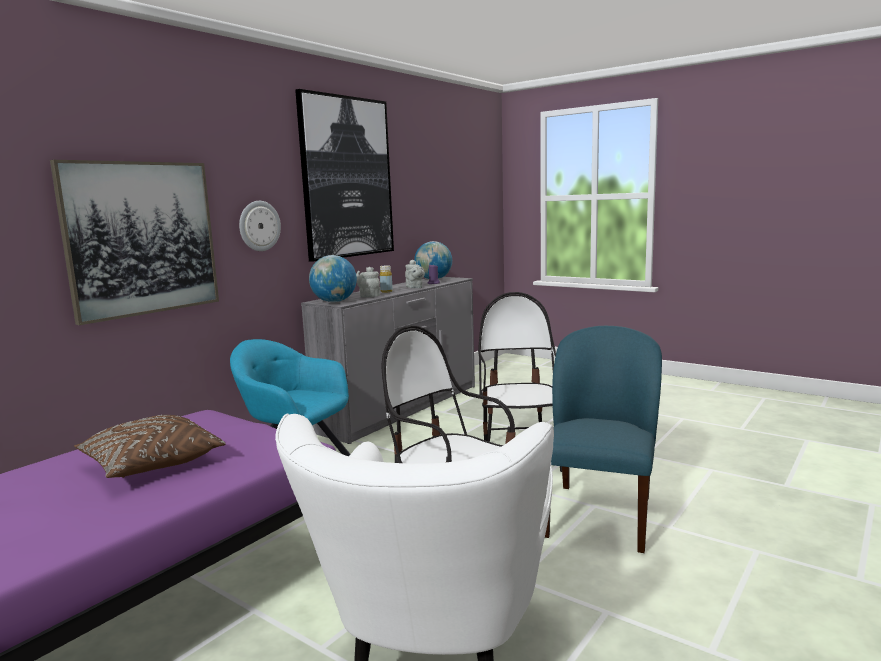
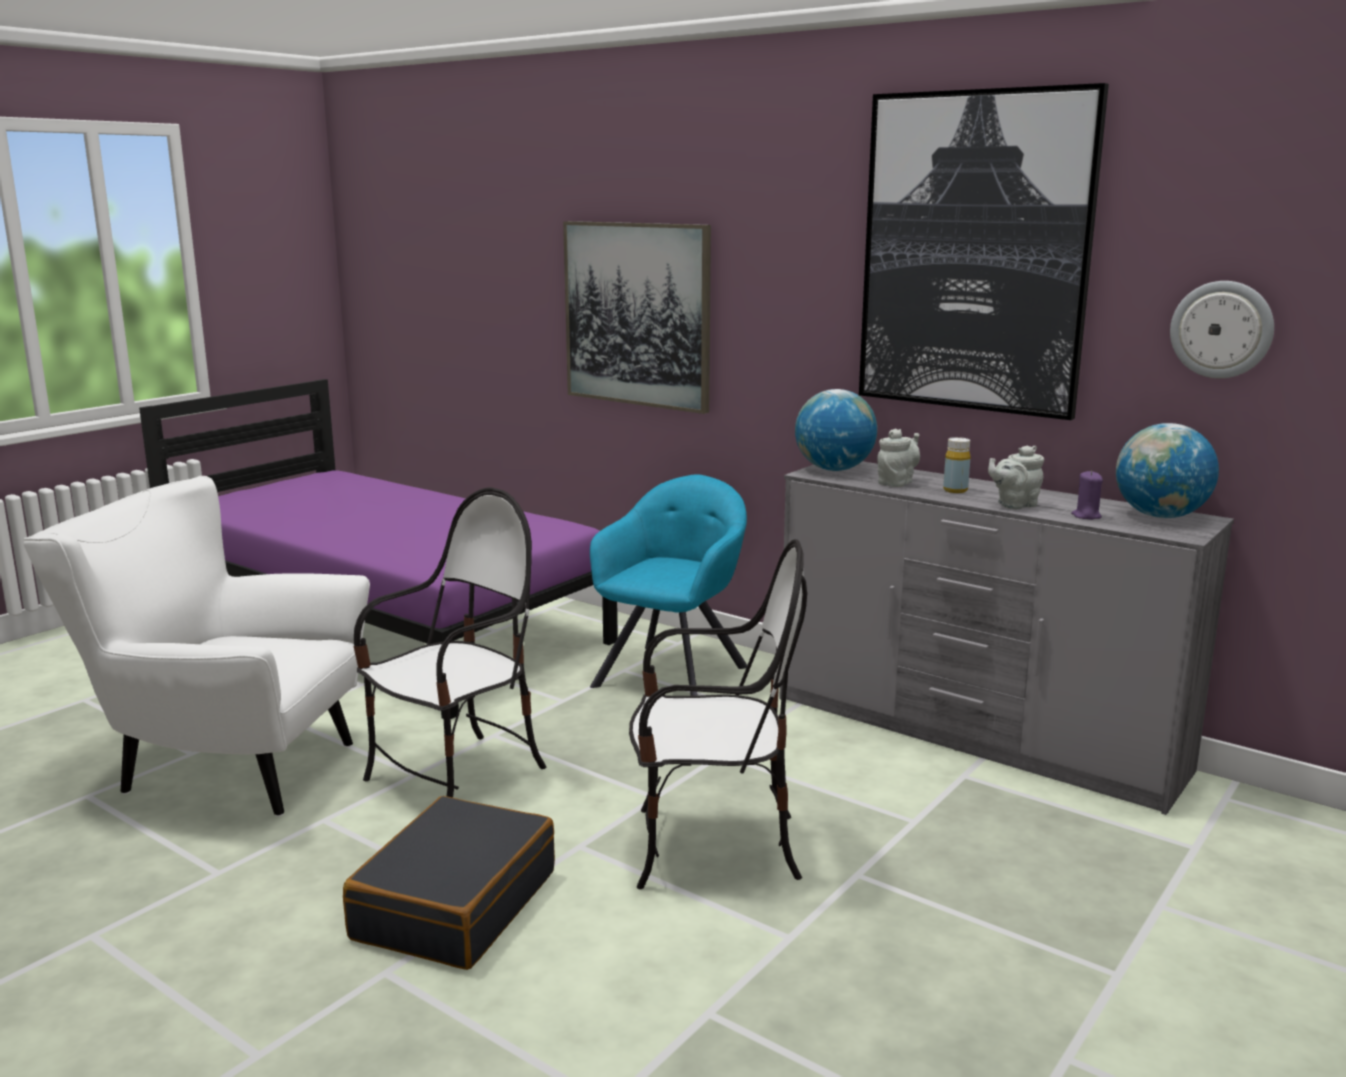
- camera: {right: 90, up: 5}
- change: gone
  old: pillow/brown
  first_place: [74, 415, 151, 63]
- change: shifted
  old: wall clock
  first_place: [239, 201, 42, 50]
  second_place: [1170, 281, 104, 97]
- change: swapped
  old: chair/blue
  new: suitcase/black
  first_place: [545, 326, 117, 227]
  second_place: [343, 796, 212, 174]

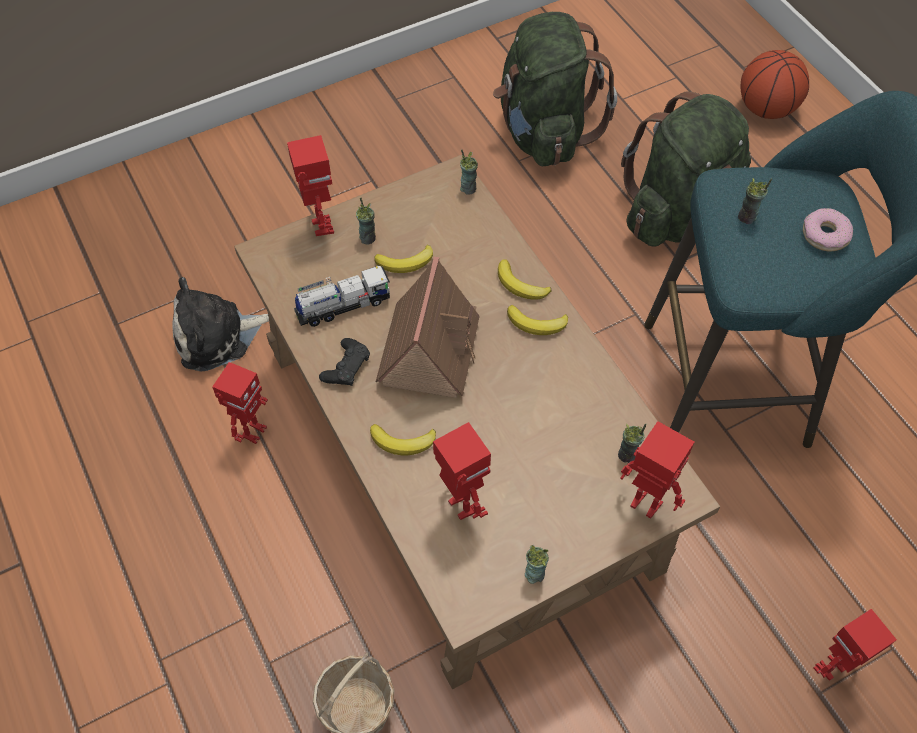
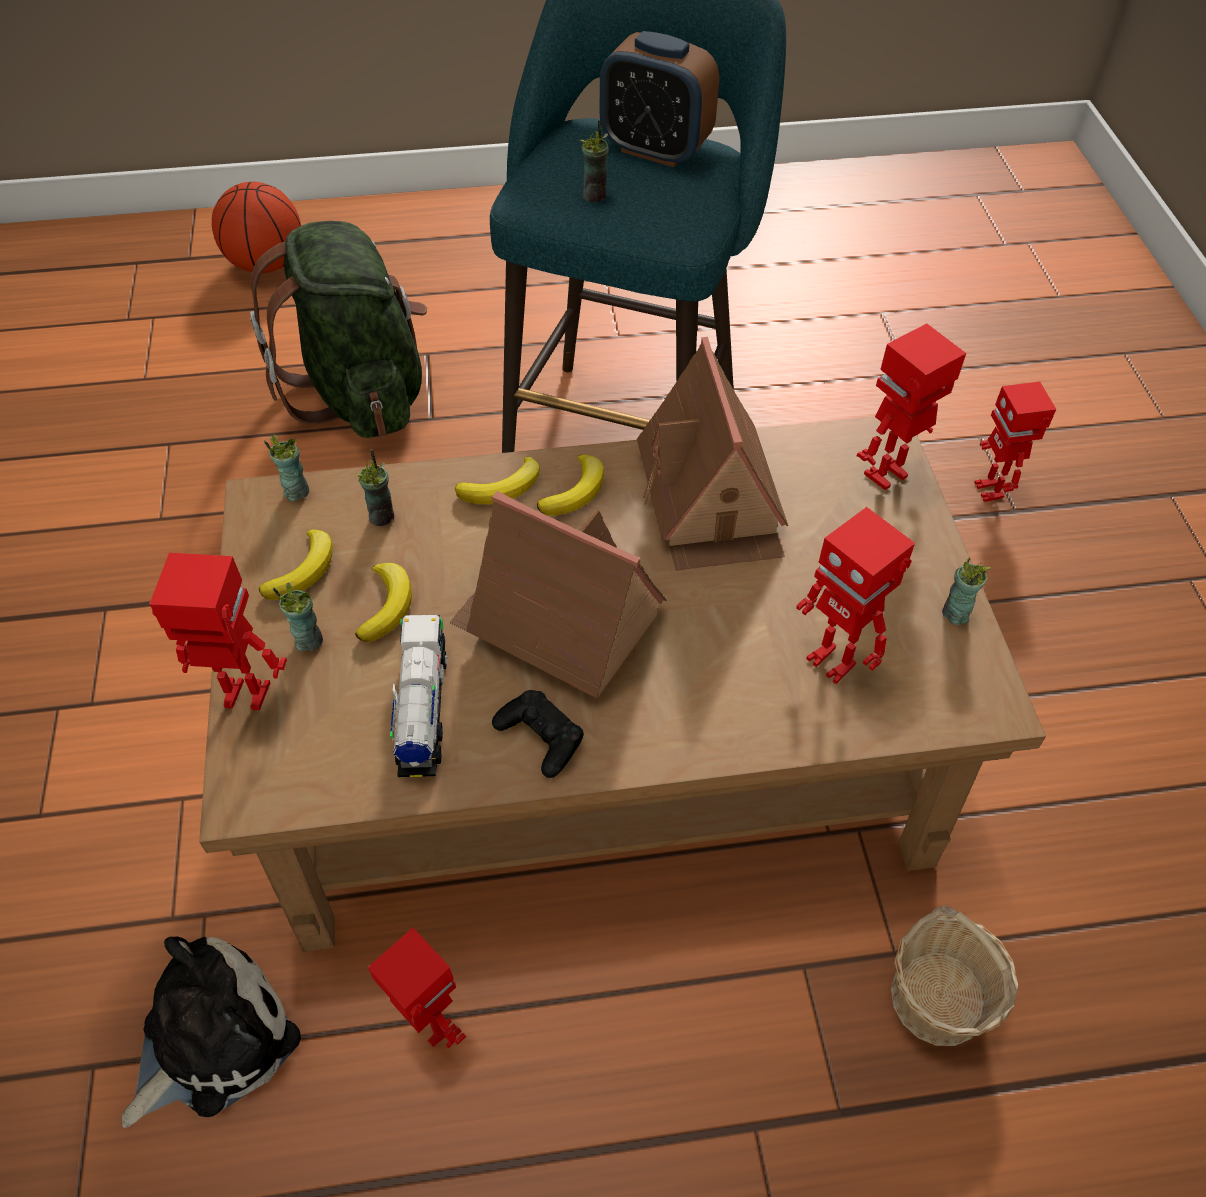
- camera: {right: -70, up: -5}
- change: gone
  old: backpack/green
  first_place: [493, 12, 124, 155]
- change: new
  new: toy house
  second_place: [637, 337, 151, 234]
- change: shifted
  old: banana
  first_place: [370, 424, 66, 31]
  second_place: [259, 529, 74, 71]
- change: shifted
  old: cup
  first_place: [618, 423, 28, 40]
  second_place: [355, 450, 39, 76]
- change: swapped
  old: donut
  new: alarm clock
  first_place: [803, 208, 50, 43]
  second_place: [600, 31, 119, 136]
- change: rotated
  old: plush toy
  first_place: [172, 277, 97, 95]
  second_place: [122, 936, 179, 192]
  degrees: -135
- change: rotated
  old: toy robot
  first_place: [433, 422, 58, 98]
  second_place: [796, 507, 119, 177]
  degrees: -120

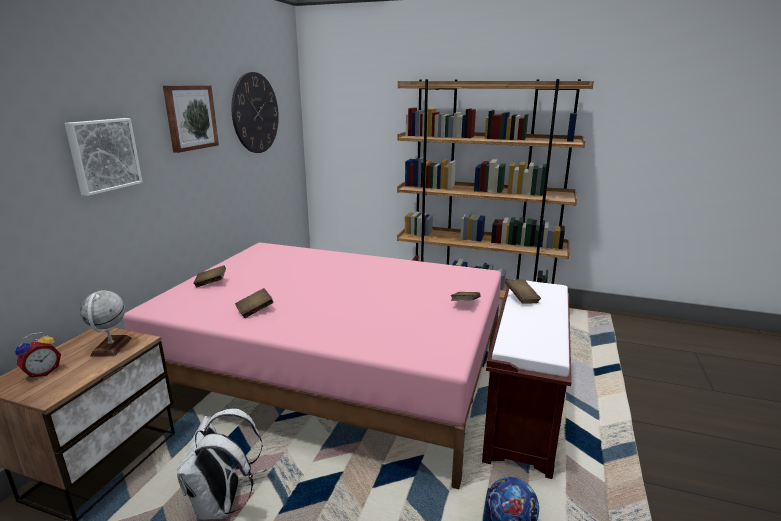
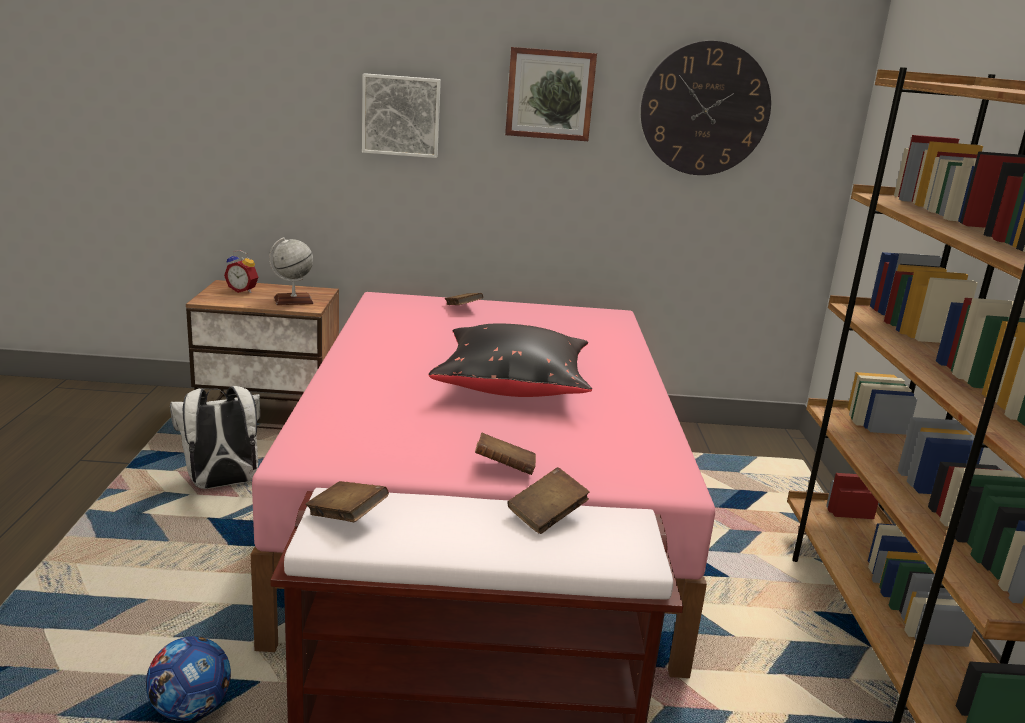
- camera: {right: 70, up: 0}
- change: new
  new: pillow/black
  second_place: [428, 324, 164, 73]
- change: shifted
  old: book/brown
  first_place: [235, 288, 39, 30]
  second_place: [306, 481, 83, 41]

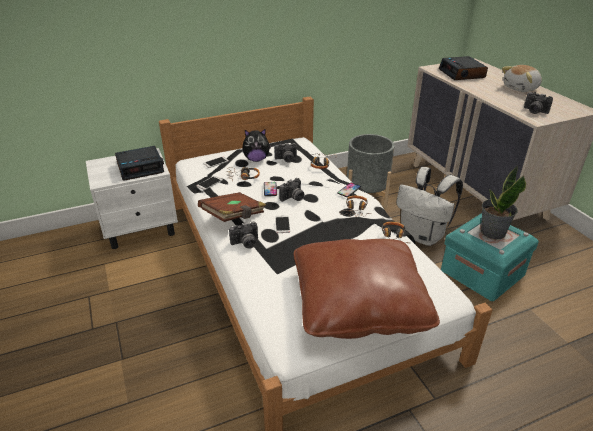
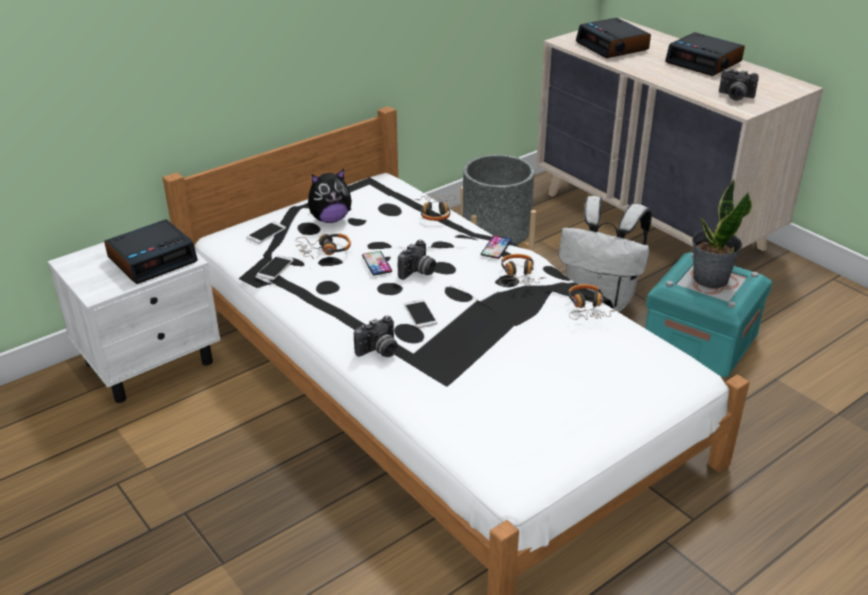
- camera: {right: -15, up: 0}
- change: gone
  old: book/brown
  first_place: [198, 192, 68, 30]
- change: gone
  old: photo camera
  first_place: [274, 143, 23, 20]
- change: gone
  old: pillow/brown
  first_place: [294, 239, 146, 100]
- change: swapped
  old: plush toy
  new: alarm clock
  first_place: [502, 65, 40, 27]
  second_place: [665, 32, 80, 44]

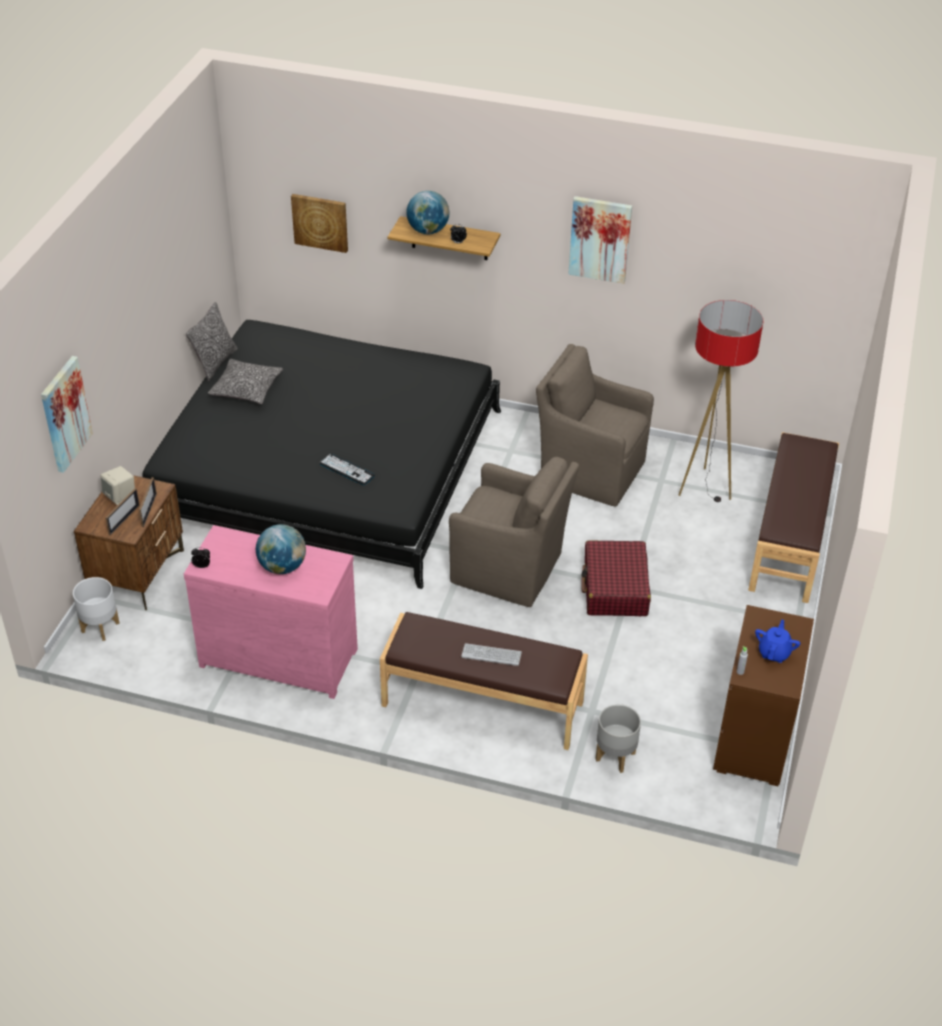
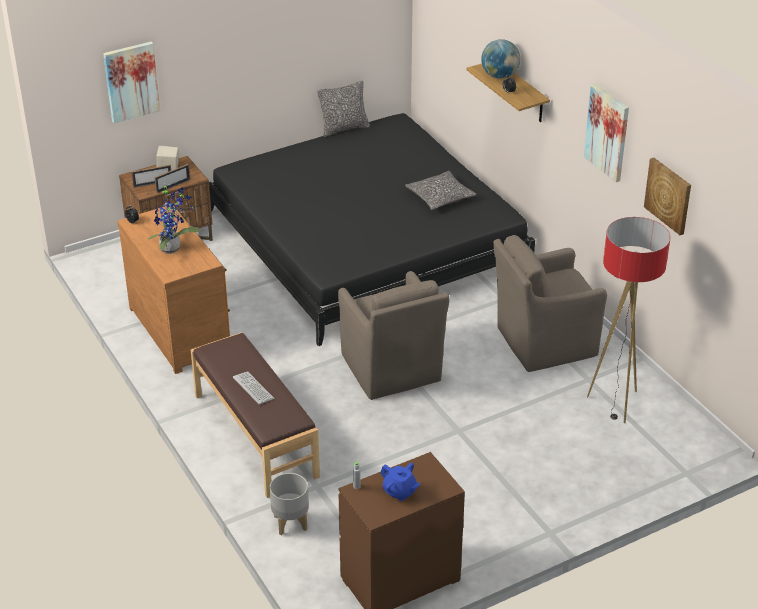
- camera: {right: 45, up: -5}
- change: gone
  old: planter/white
  first_place: [73, 577, 47, 64]
- change: gone
  old: keyboard
  first_place: [319, 454, 56, 31]
- change: gone
  old: suitcase/red
  first_place: [581, 540, 70, 76]
- change: gone
  old: bench/brown
  first_place: [748, 432, 91, 171]
- change: shifted
  old: pillow
  first_place: [208, 359, 75, 45]
  second_place: [405, 171, 72, 39]
- change: shifted
  old: picture
  first_place: [291, 194, 57, 59]
  second_place: [644, 158, 47, 77]
- change: swapped
  old: globe
  new: potted plant
  first_place: [256, 524, 50, 50]
  second_place: [148, 185, 52, 69]
- change: repainted
  old: dresser/pink
  new: dresser/brown
  first_place: [184, 525, 174, 174]
  second_place: [117, 205, 113, 169]
- change: rotated
  old: armchair/brown
  first_place: [536, 344, 118, 163]
  second_place: [493, 235, 114, 137]
  degrees: -90
- change: rotated
  old: teapot/blue
  first_place: [755, 619, 45, 44]
  second_place: [380, 463, 41, 38]
  degrees: 60

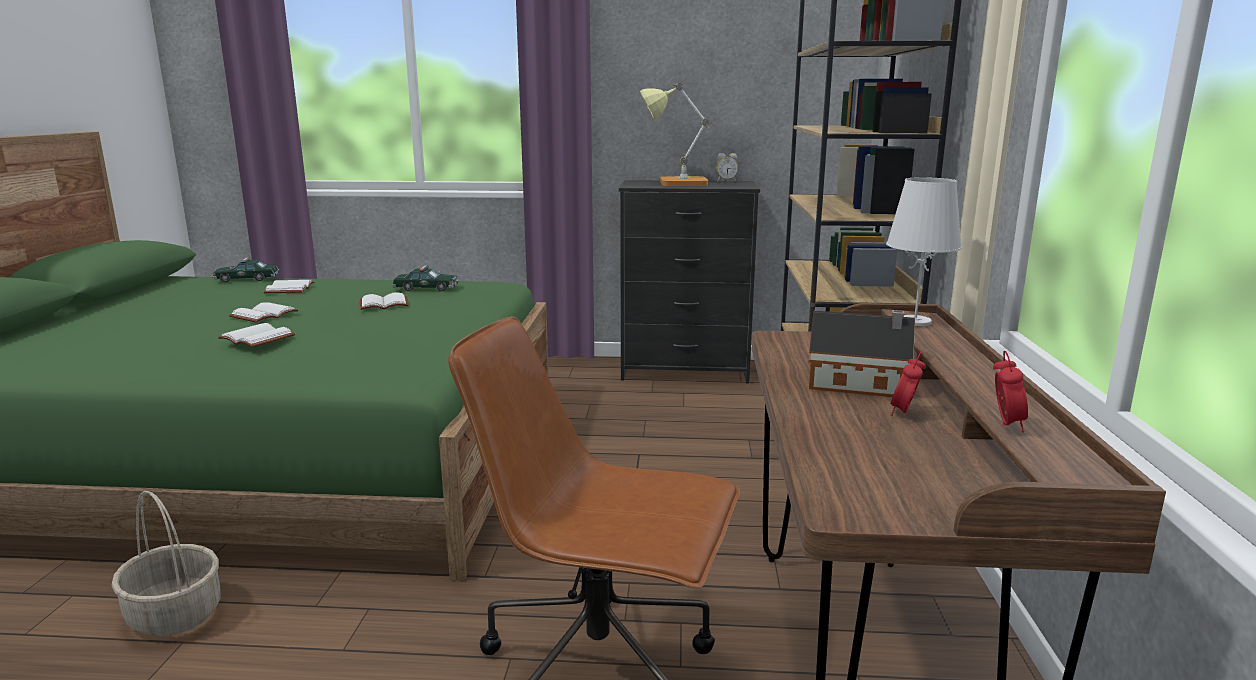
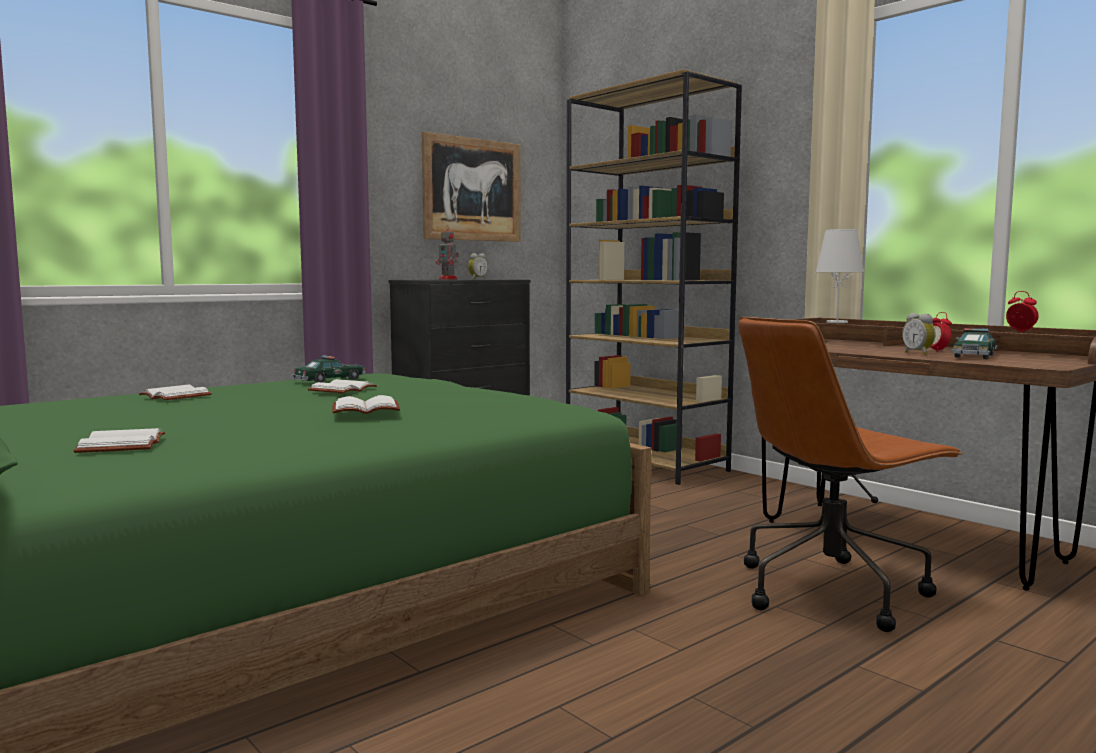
- camera: {right: -45, up: -10}
- change: gone
  old: basket
  first_place: [111, 491, 109, 145]
- change: gone
  old: toy house
  first_place: [809, 310, 106, 87]
- change: new
  new: picture
  second_place: [422, 132, 99, 110]
- change: new
  new: alarm clock
  second_place: [902, 313, 34, 42]
- change: shifted
  old: toy car
  first_place: [213, 257, 66, 26]
  second_place: [951, 328, 46, 31]
- change: shifted
  old: book/white
  first_place: [229, 302, 70, 21]
  second_place: [74, 428, 91, 25]
- change: swapped
  old: table lamp
  new: toy robot
  first_place: [640, 83, 70, 103]
  second_place: [436, 226, 23, 54]

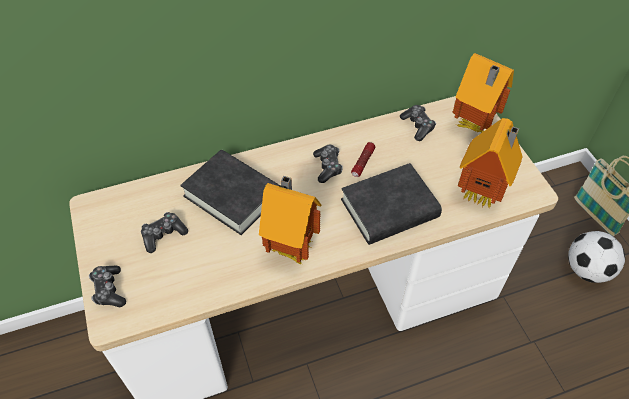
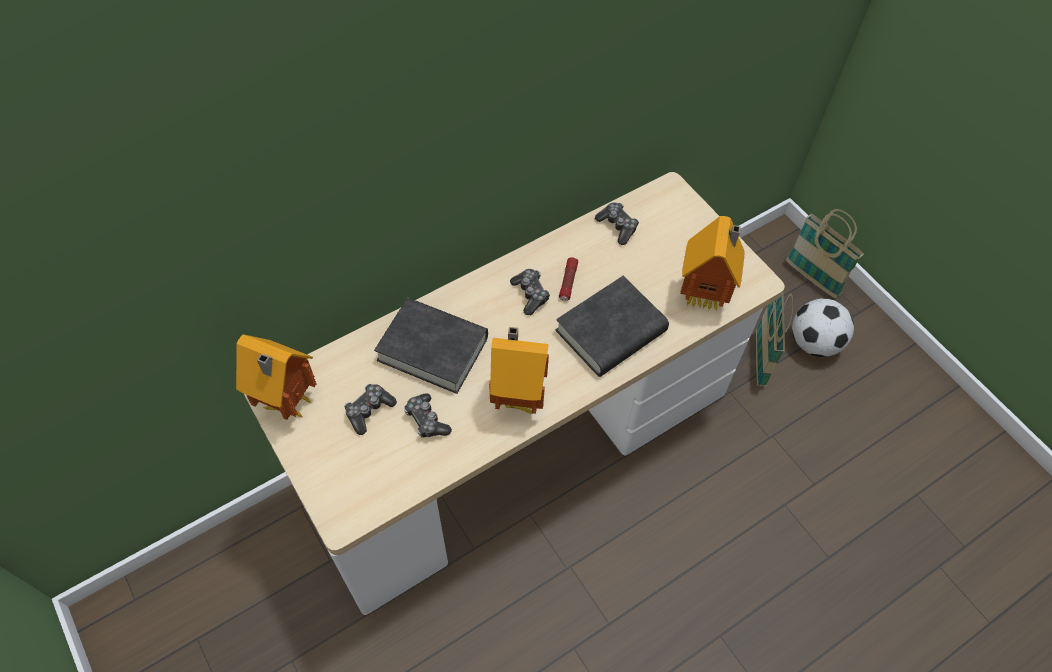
- camera: {right: -15, up: 5}
- change: new
  new: basket
  second_place: [756, 293, 37, 93]
- change: shifted
  old: game controller
  first_place: [89, 265, 37, 42]
  second_place: [404, 393, 48, 44]
- change: shifted
  old: toy house
  first_place: [453, 53, 61, 80]
  second_place: [236, 334, 81, 86]

